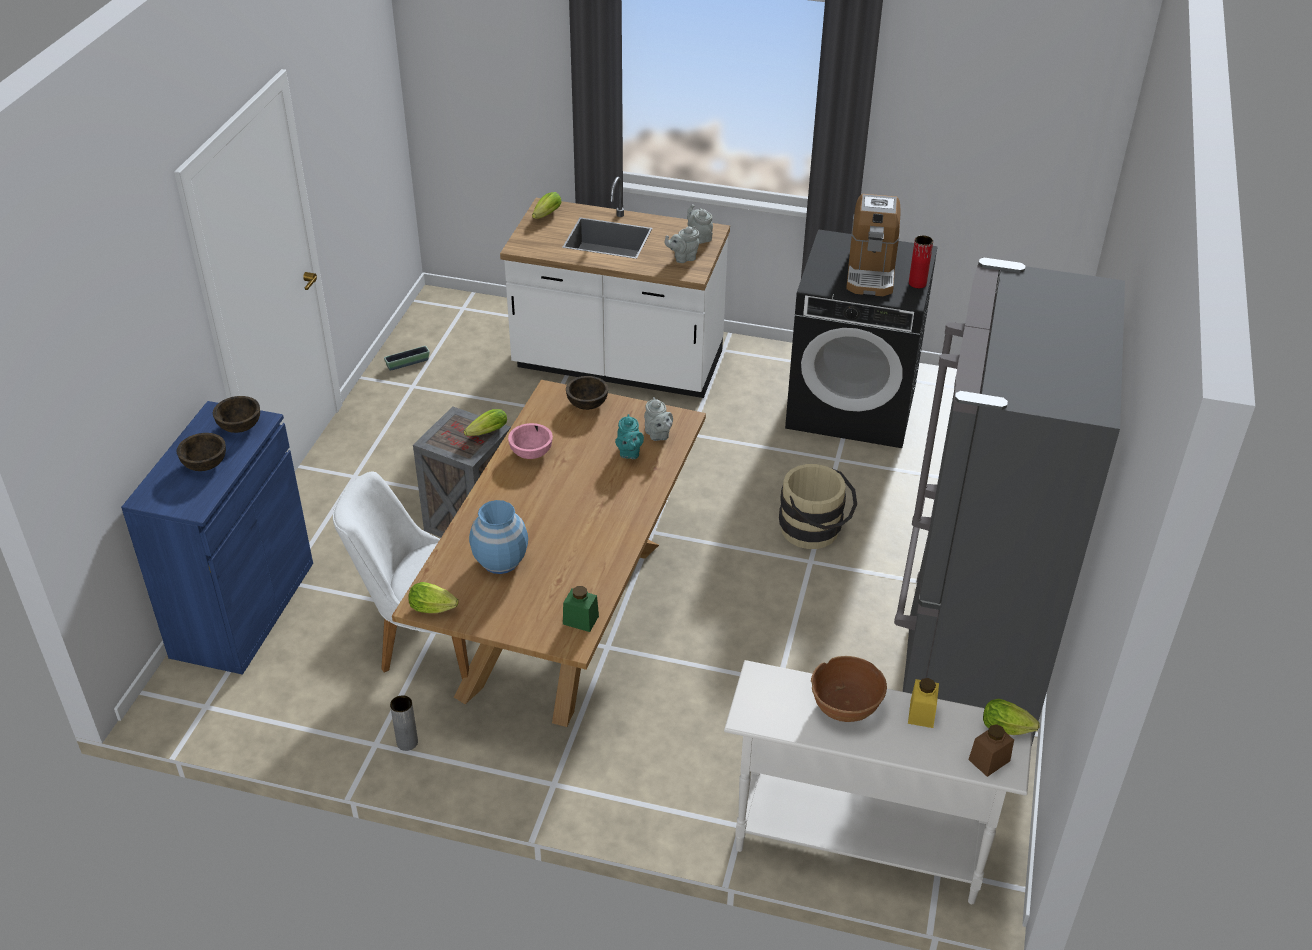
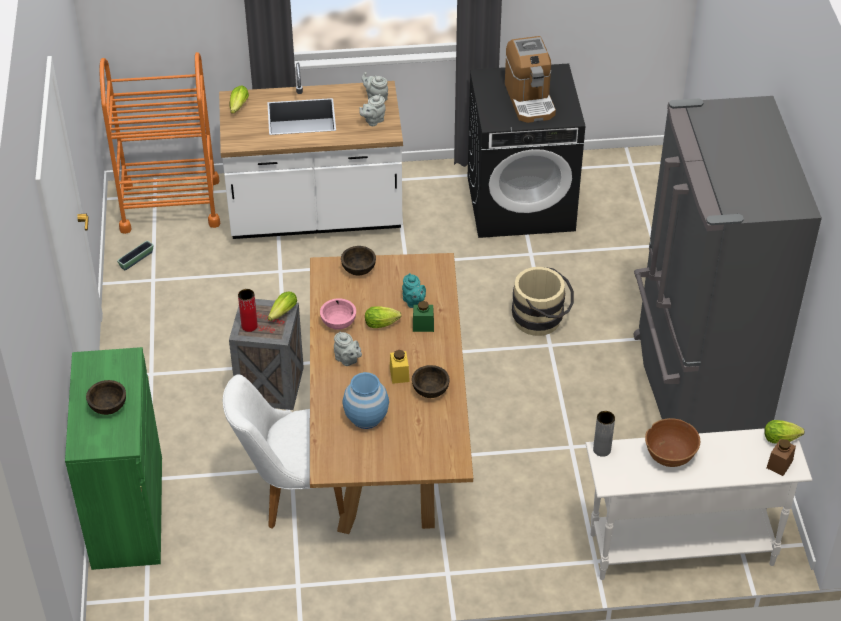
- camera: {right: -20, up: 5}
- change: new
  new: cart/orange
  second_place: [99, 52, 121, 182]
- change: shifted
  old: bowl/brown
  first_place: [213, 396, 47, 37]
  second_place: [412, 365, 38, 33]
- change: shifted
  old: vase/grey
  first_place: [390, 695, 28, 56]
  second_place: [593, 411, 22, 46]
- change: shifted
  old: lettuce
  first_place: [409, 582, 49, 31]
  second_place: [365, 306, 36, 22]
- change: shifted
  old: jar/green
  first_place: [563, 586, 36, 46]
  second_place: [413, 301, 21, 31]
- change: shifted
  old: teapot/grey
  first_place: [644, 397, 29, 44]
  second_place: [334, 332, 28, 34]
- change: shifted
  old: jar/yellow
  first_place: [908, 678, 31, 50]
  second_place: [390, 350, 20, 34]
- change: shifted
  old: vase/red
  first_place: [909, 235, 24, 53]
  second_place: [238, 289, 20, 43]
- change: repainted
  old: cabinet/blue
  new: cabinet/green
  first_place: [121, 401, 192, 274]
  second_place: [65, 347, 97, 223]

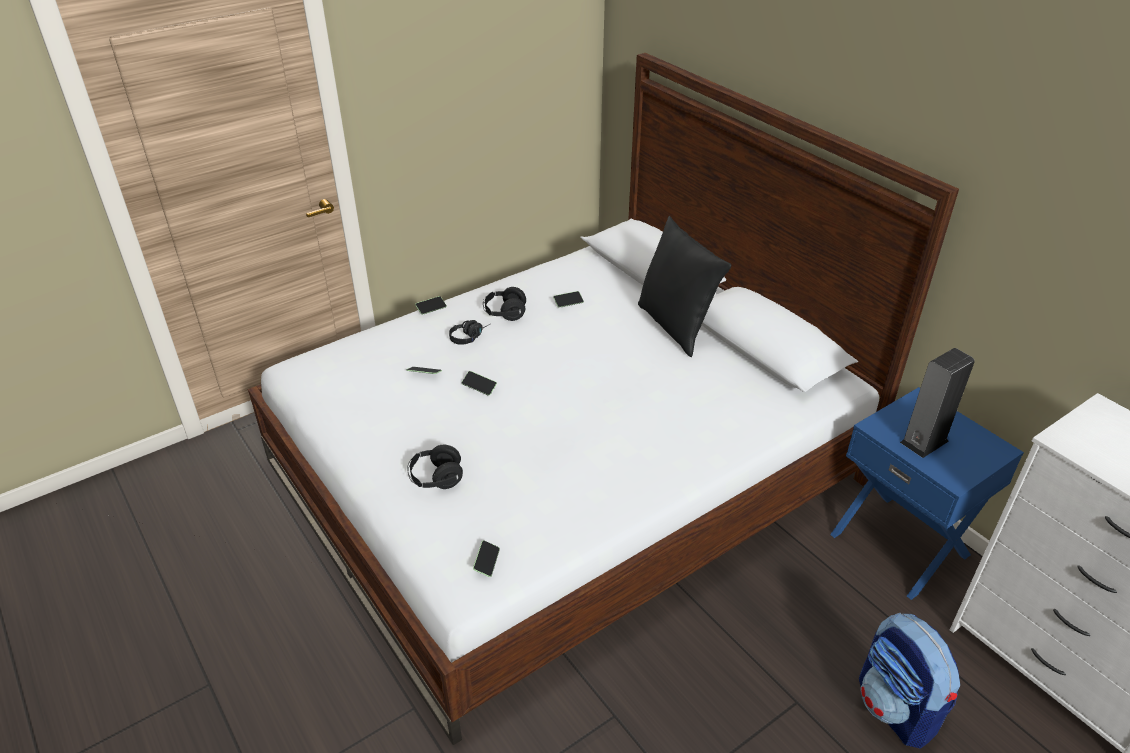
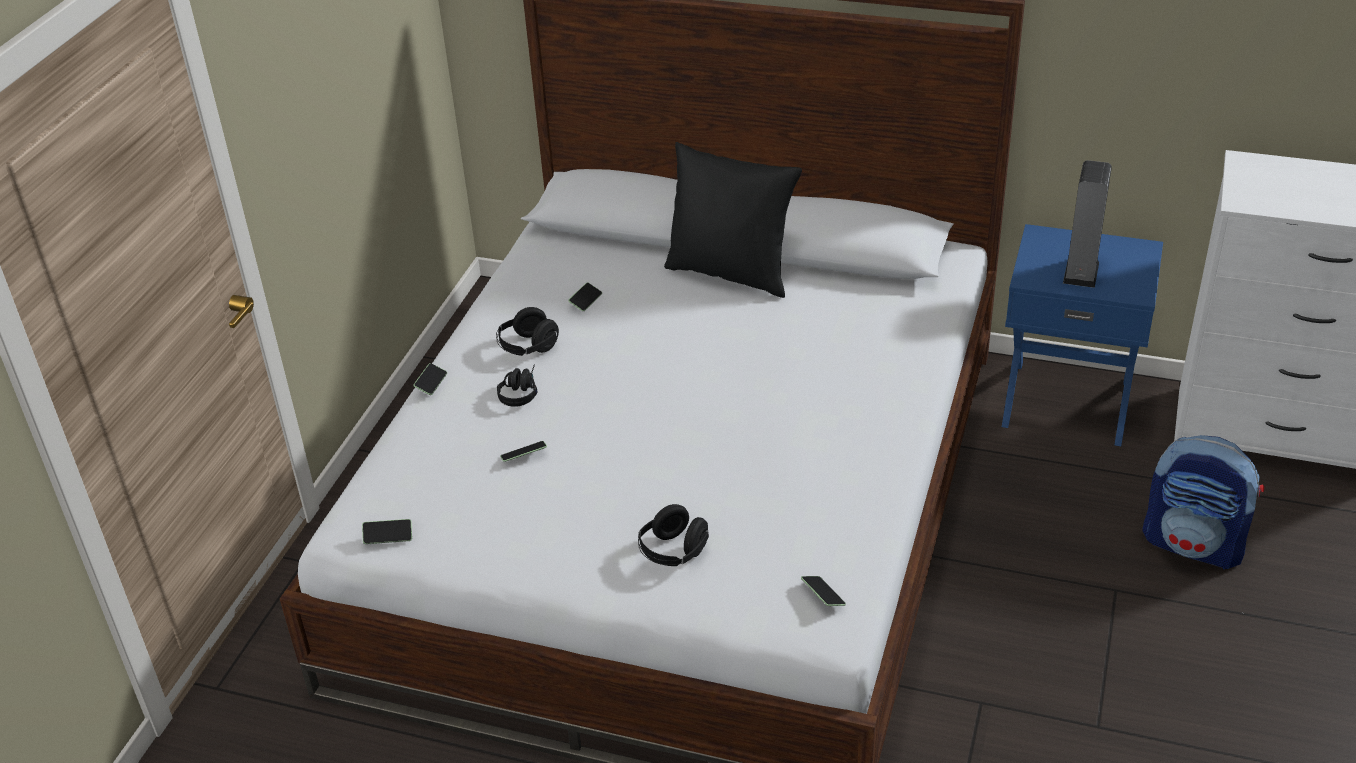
- camera: {right: -35, up: 0}
- change: shifted
  old: phone
  first_place: [462, 371, 35, 25]
  second_place: [362, 519, 50, 25]

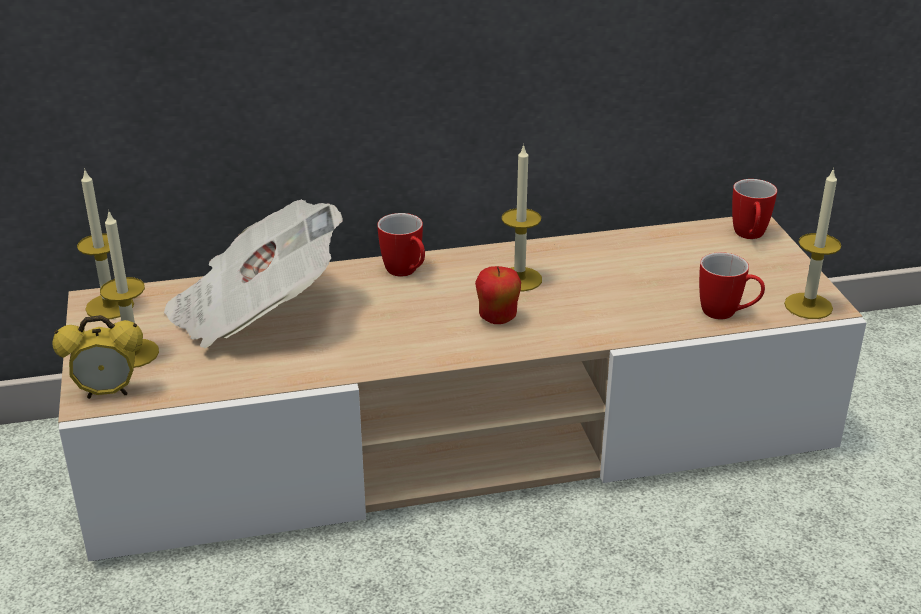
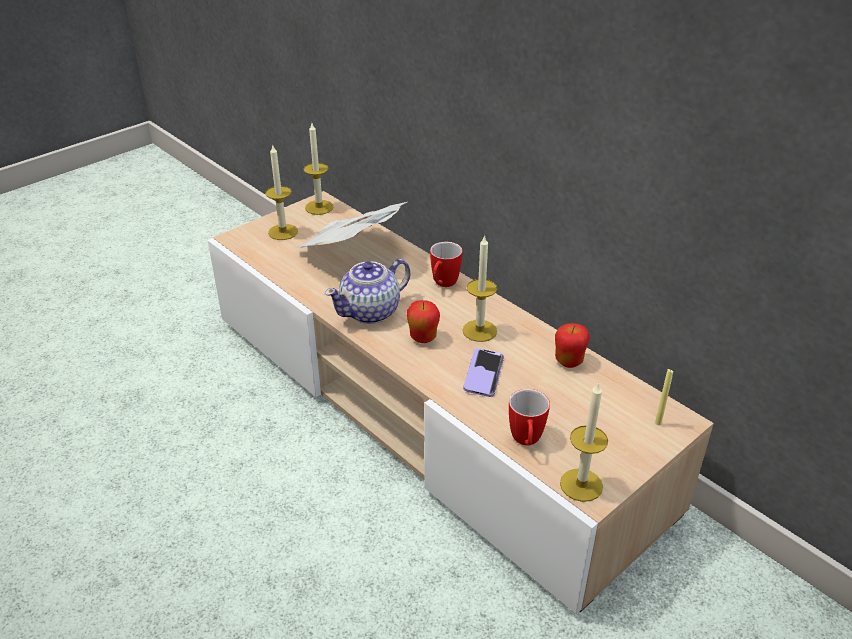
- camera: {right: 60, up: 5}
- change: gone
  old: alarm clock
  first_place: [53, 315, 90, 84]
- change: new
  new: teapot
  second_place: [325, 259, 86, 65]
- change: new
  new: phone
  second_place: [463, 348, 41, 49]
- change: new
  new: apple
  second_place: [555, 323, 35, 45]
- change: swapped
  old: mug
  new: candle/yellow
  first_place: [732, 179, 45, 60]
  second_place: [655, 369, 18, 56]

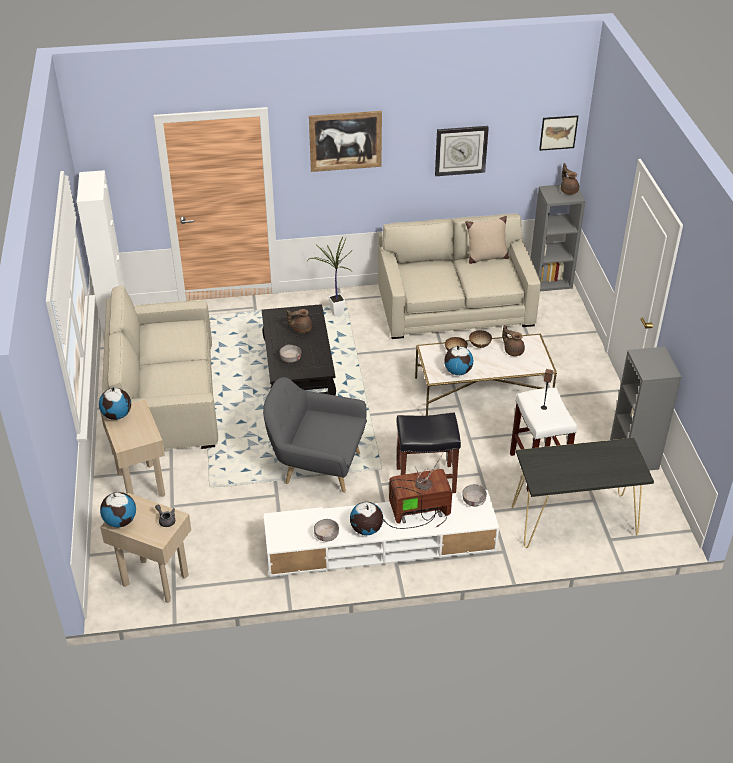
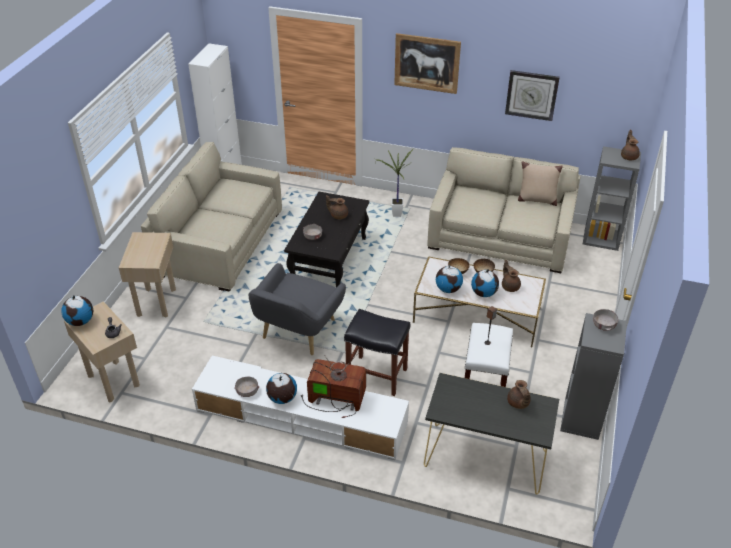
- camera: {right: 25, up: 0}
- change: gone
  old: picture
  first_place: [539, 115, 39, 36]
- change: new
  new: teapot/brown
  second_place: [507, 380, 24, 29]
- change: shifted
  old: globe
  first_place: [99, 387, 32, 33]
  second_place: [471, 269, 28, 28]
- change: shifted
  old: bowl/grey
  first_place: [462, 484, 25, 22]
  second_place: [593, 309, 25, 22]
- change: rotated
  old: armchair/grey
  first_place: [263, 377, 104, 116]
  second_place: [249, 263, 97, 92]
  degrees: -105

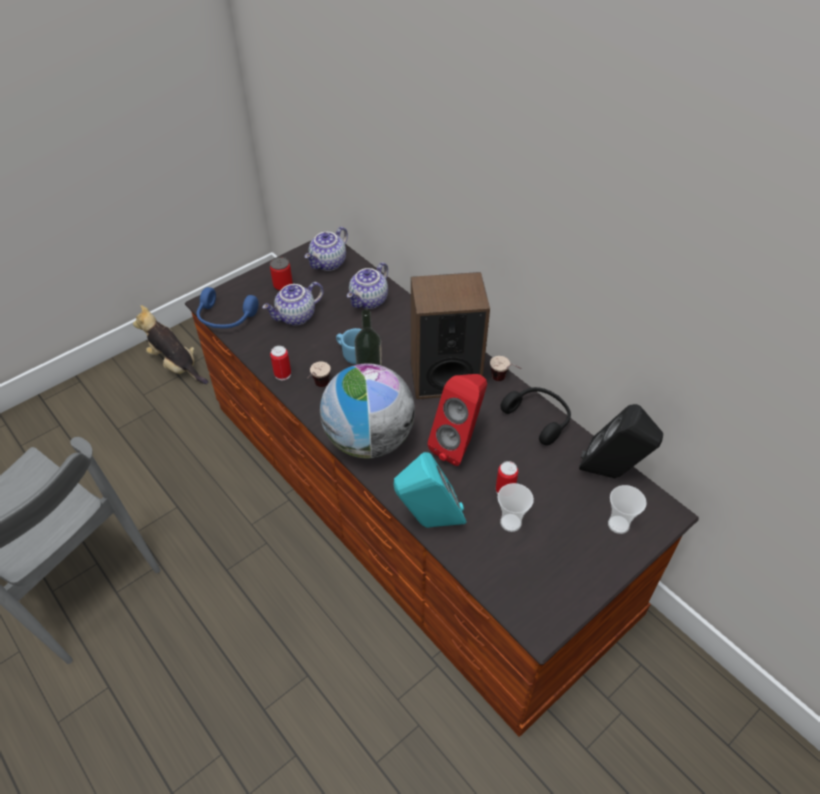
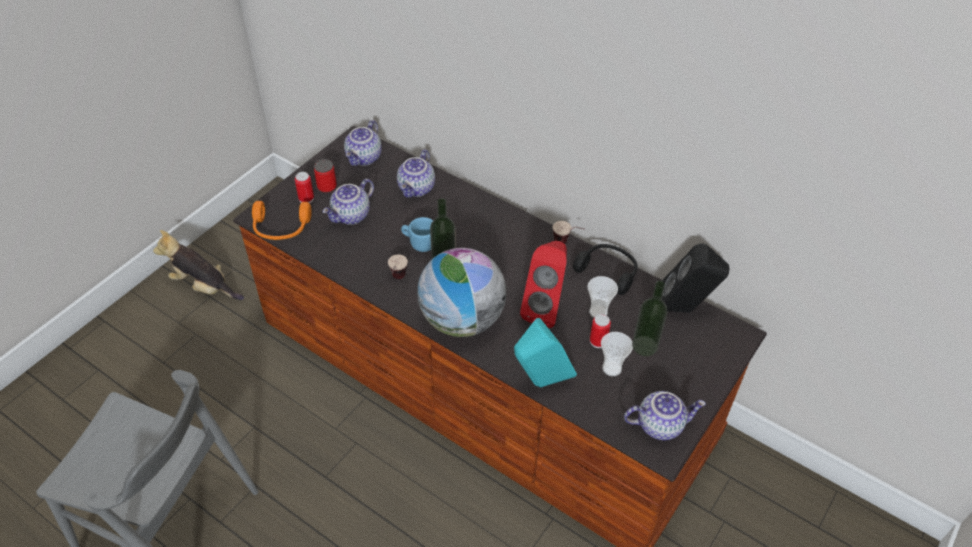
- camera: {right: -15, up: 0}
- change: gone
  old: speaker
  first_place: [411, 272, 79, 127]
- change: new
  new: teapot
  second_place: [624, 391, 82, 49]
- change: new
  new: bottle
  second_place: [632, 281, 35, 75]
- change: shifted
  old: can
  first_place: [270, 346, 21, 34]
  second_place: [295, 172, 19, 31]
- change: shifted
  old: cup
  first_place: [608, 485, 39, 49]
  second_place: [587, 276, 31, 42]
- change: repainted
  old: headphones/blue
  new: headphones/orange
  first_place: [197, 287, 62, 41]
  second_place: [252, 201, 60, 39]

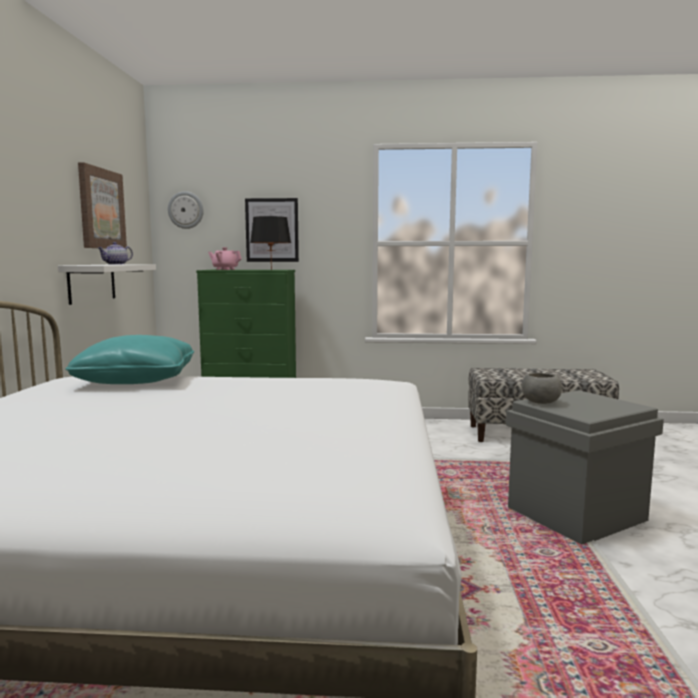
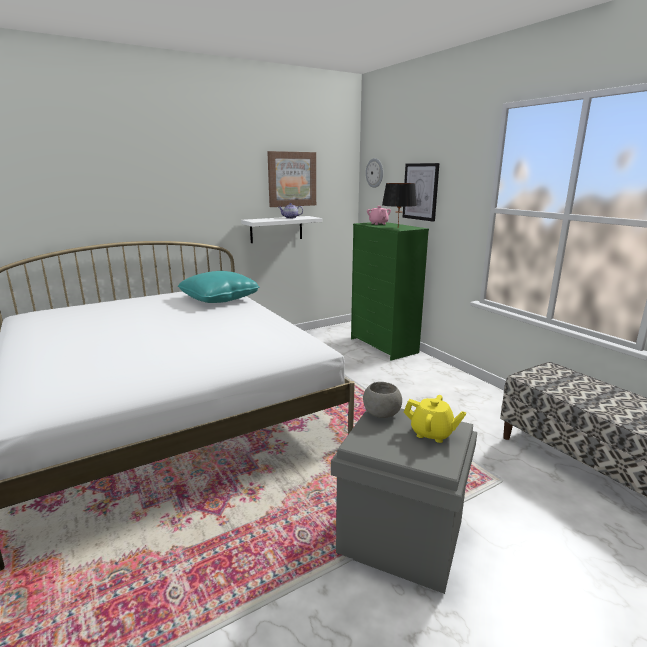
- camera: {right: 55, up: 10}
- change: new
  new: teapot/yellow
  second_place: [404, 395, 62, 48]

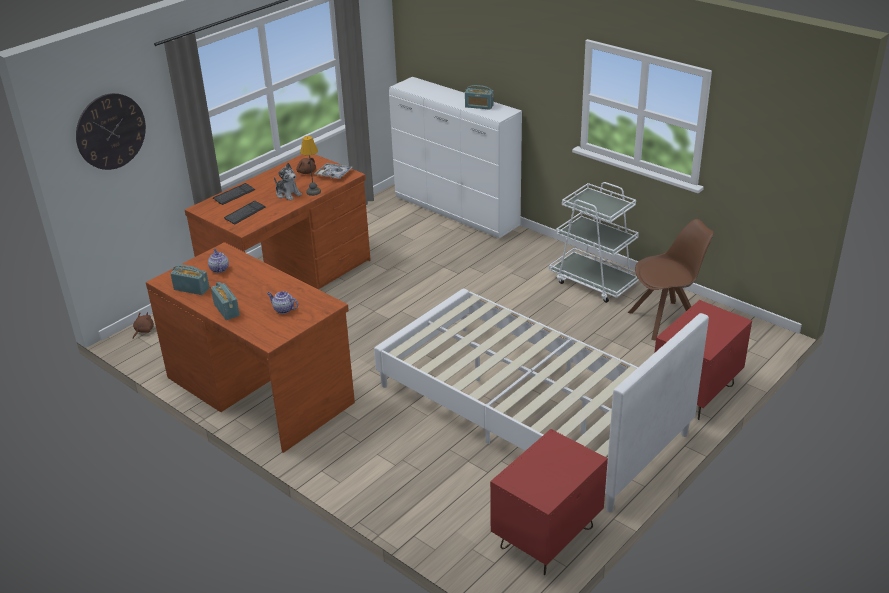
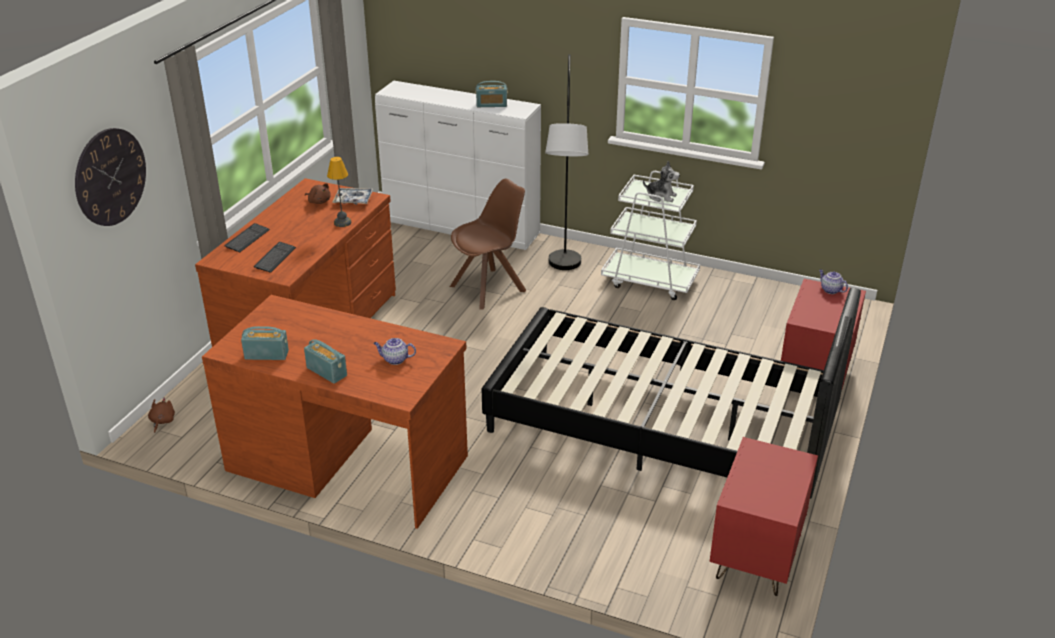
- camera: {right: -20, up: 0}
- change: new
  new: floor lamp/grey
  second_place: [545, 54, 44, 216]
- change: shifted
  old: teapot
  first_place: [208, 249, 21, 24]
  second_place: [819, 269, 29, 25]
- change: shifted
  old: plush toy
  first_place: [274, 163, 28, 38]
  second_place: [643, 161, 37, 41]
- change: shifted
  old: chair/brown
  first_place: [628, 219, 86, 122]
  second_place: [450, 179, 76, 130]
- change: repainted
  old: bed/white
  new: bed/black
  first_place: [374, 289, 335, 224]
  second_place: [482, 288, 379, 211]

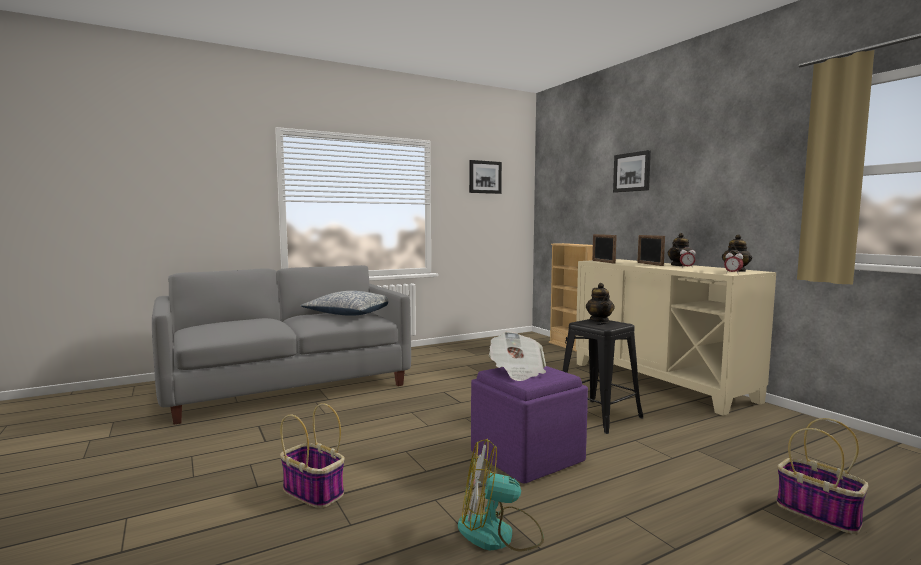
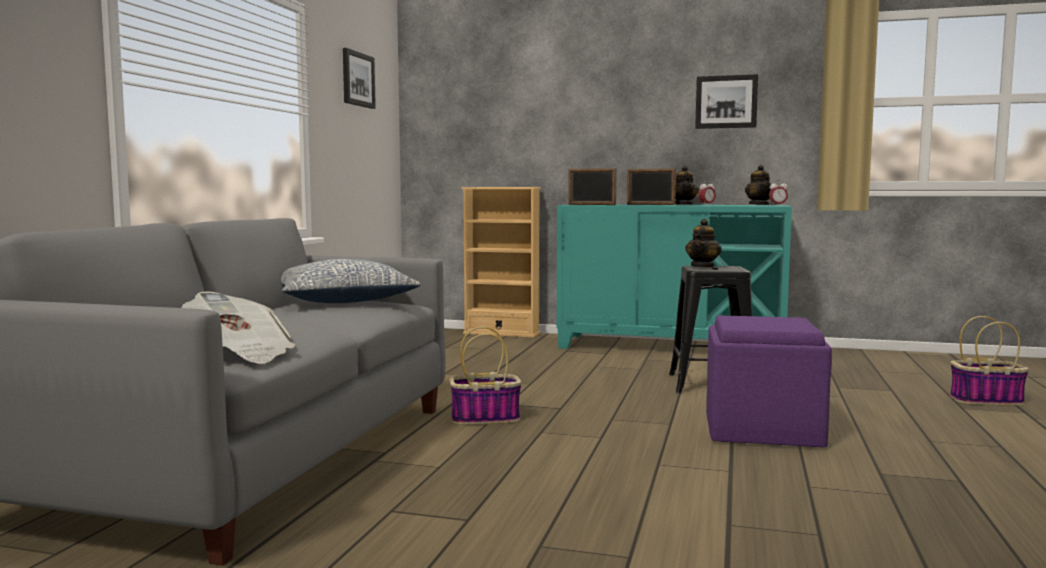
- camera: {right: -45, up: 0}
- change: gone
  old: fan
  first_place: [458, 439, 86, 113]
- change: shifted
  old: basket
  first_place: [280, 403, 65, 105]
  second_place: [450, 327, 72, 98]
- change: shifted
  old: newspaper
  first_place: [489, 331, 57, 50]
  second_place: [182, 291, 113, 73]
- change: shifted
  old: picture
  first_place: [613, 150, 38, 43]
  second_place: [695, 74, 63, 55]
- change: repainted
  old: cabinet/beige
  new: cabinet/turquoise
  first_place: [576, 259, 200, 157]
  second_place: [557, 204, 235, 145]
- change: rotated
  old: teapot
  first_place: [586, 283, 29, 40]
  second_place: [685, 219, 37, 49]
  degrees: 75

